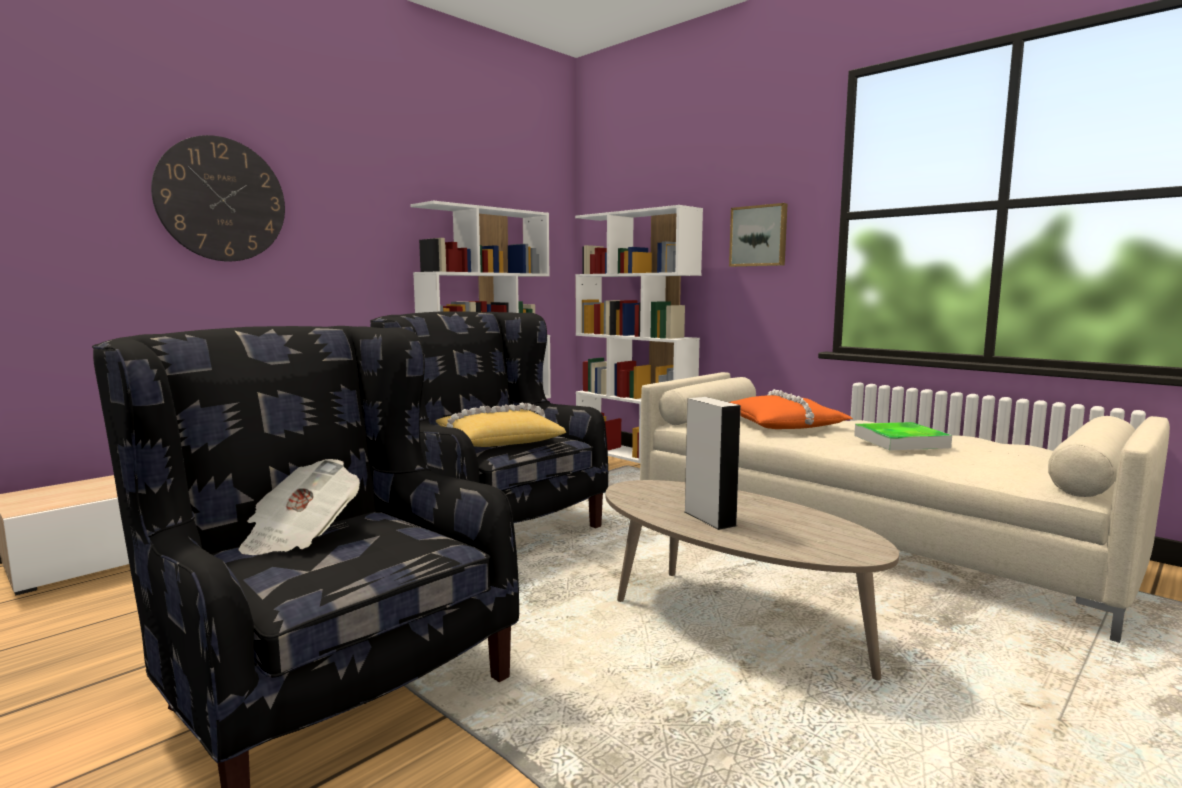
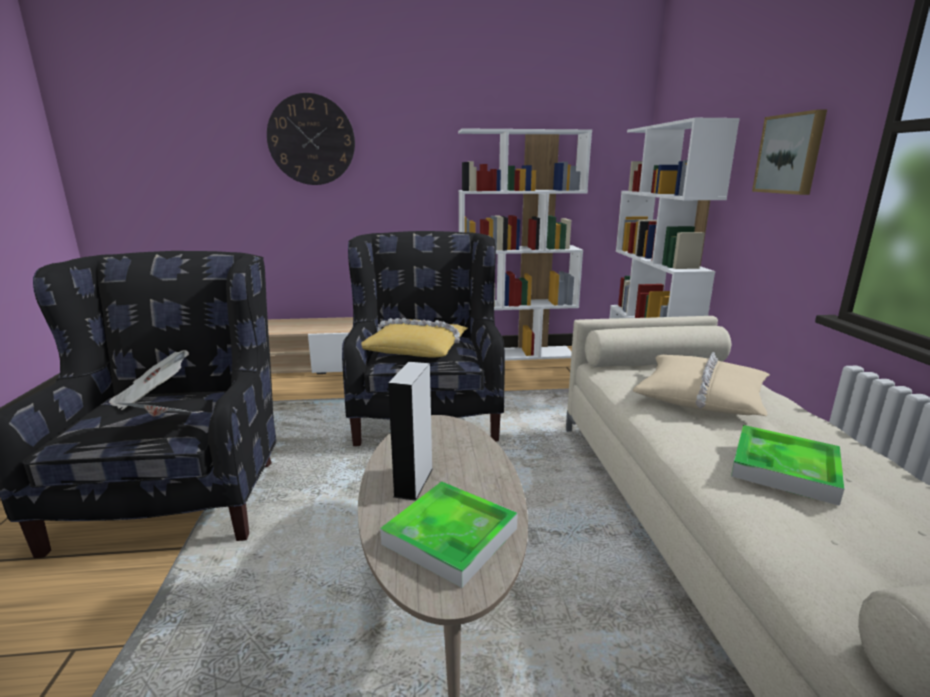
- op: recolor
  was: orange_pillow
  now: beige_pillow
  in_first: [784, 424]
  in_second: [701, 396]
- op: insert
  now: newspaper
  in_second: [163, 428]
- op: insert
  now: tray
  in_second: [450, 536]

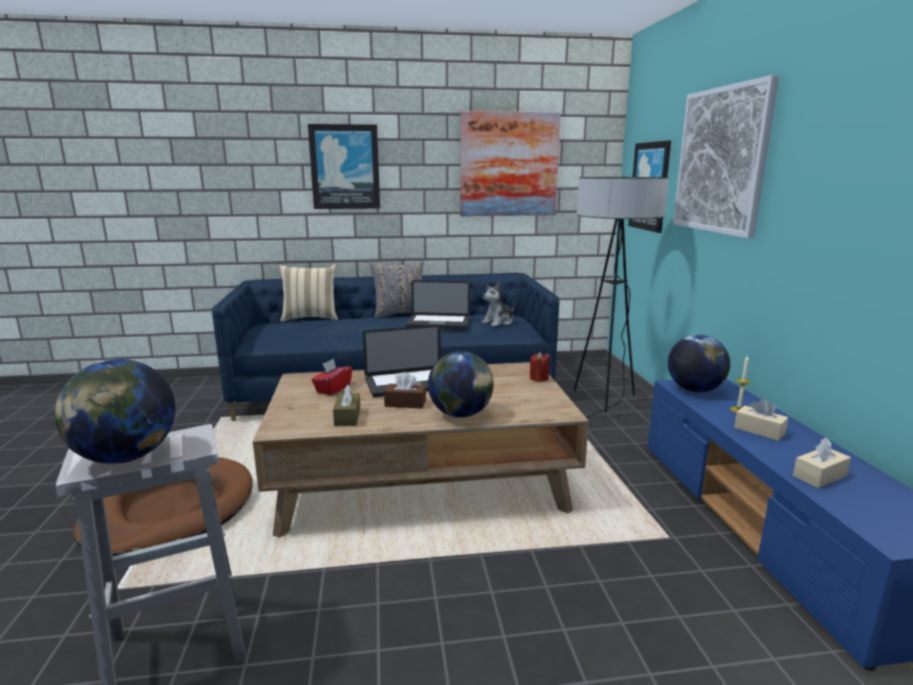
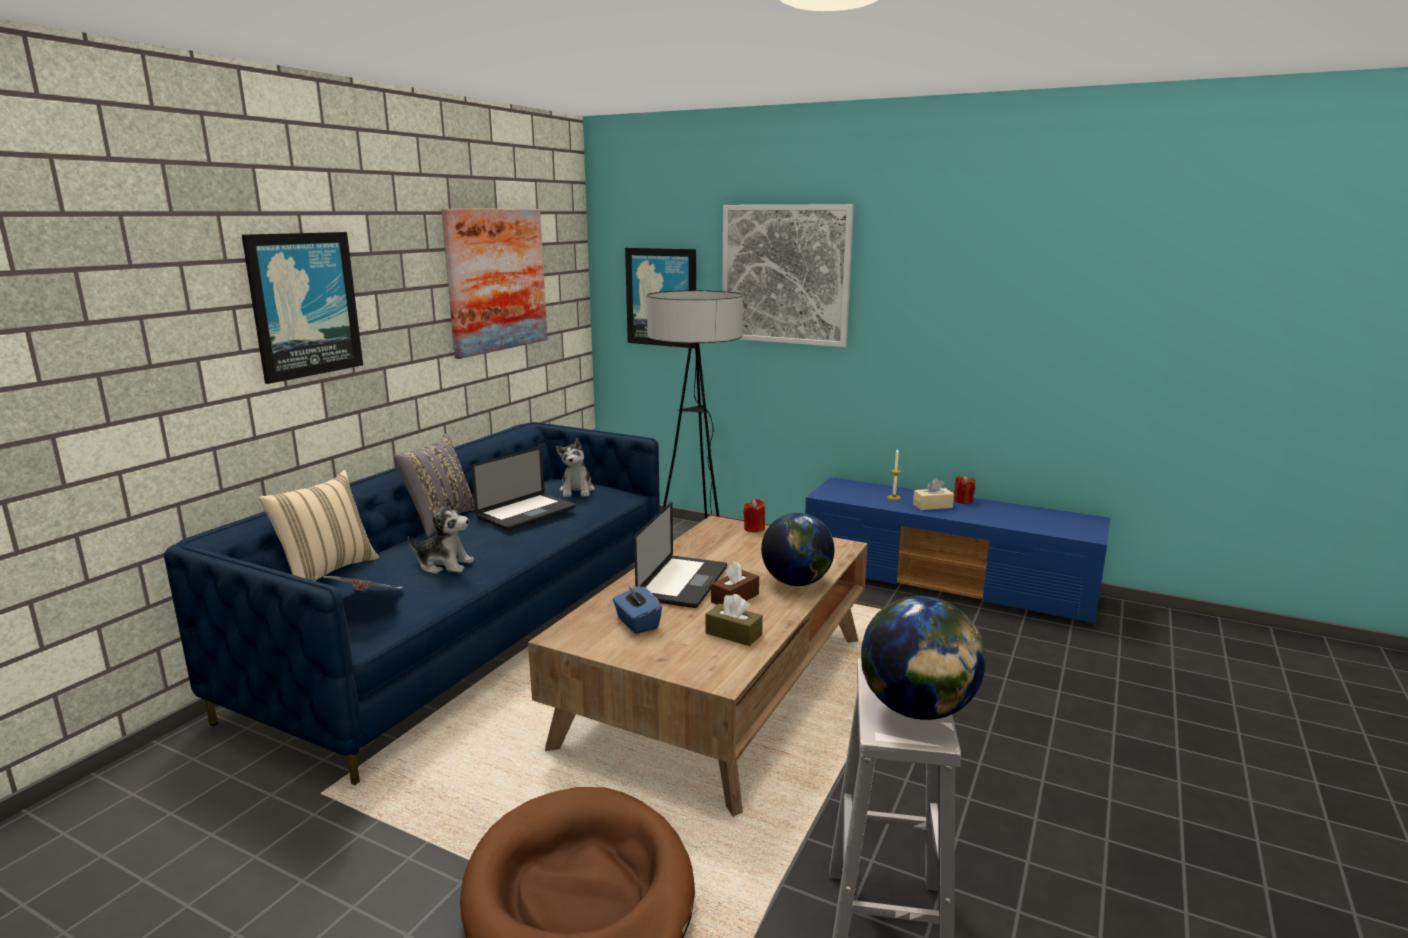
- op: delete
  was: globe
  in_first: [694, 390]
- op: recolor
  was: red_tissue_box
  now: blue_tissue_box
  in_first: [333, 389]
  in_second: [637, 623]
- op: delete
  was: beige_tissue_box
  in_first: [819, 476]
- op: insert
  now: red_candle
  in_second: [963, 501]
- op: insert
  now: plush_toy
  in_second: [444, 565]
- op: insert
  now: newspaper
  in_second: [365, 603]

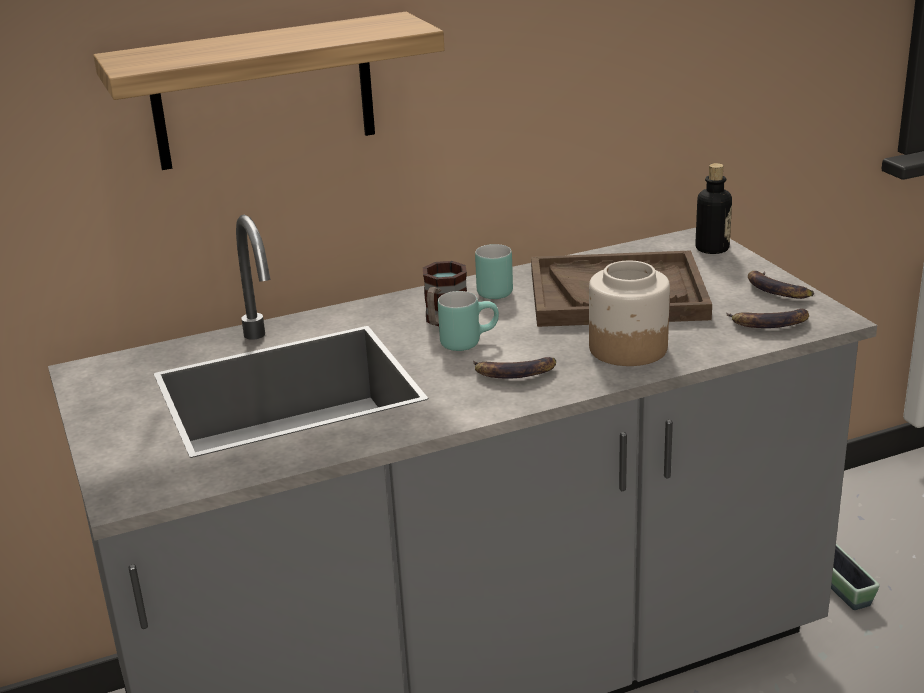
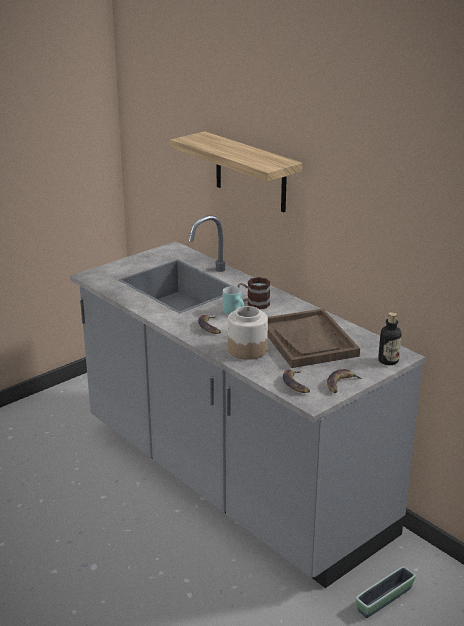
- op: delete
  was: turquoise_mug
  in_first: [494, 289]

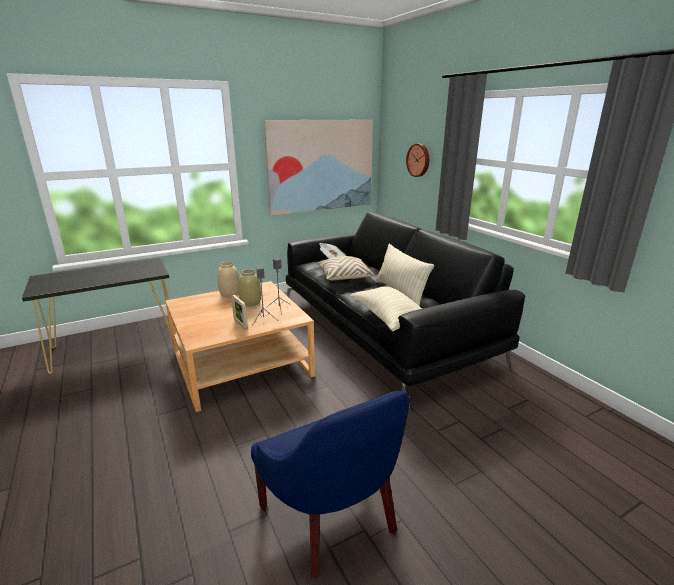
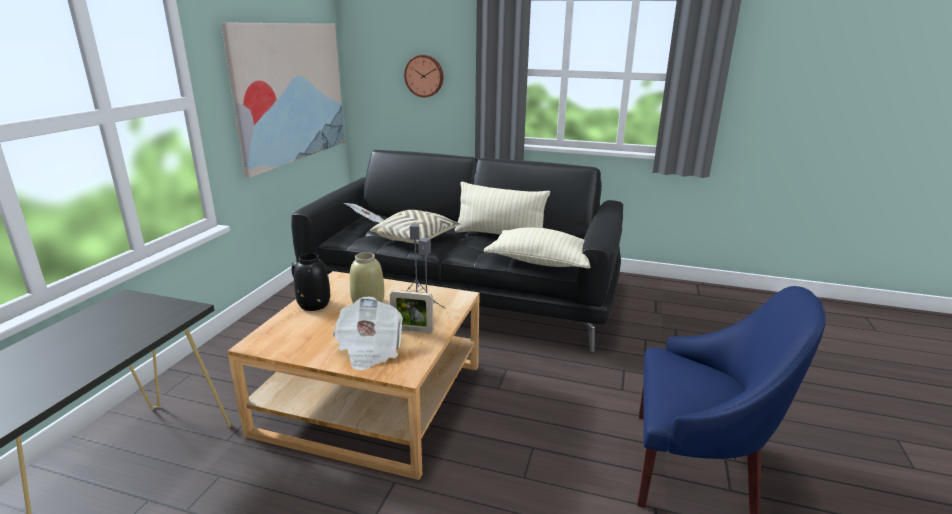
- op: recolor
  was: beige_vase
  now: black_vase
  in_first: [230, 294]
  in_second: [314, 304]
- op: insert
  now: newspaper
  in_second: [369, 349]

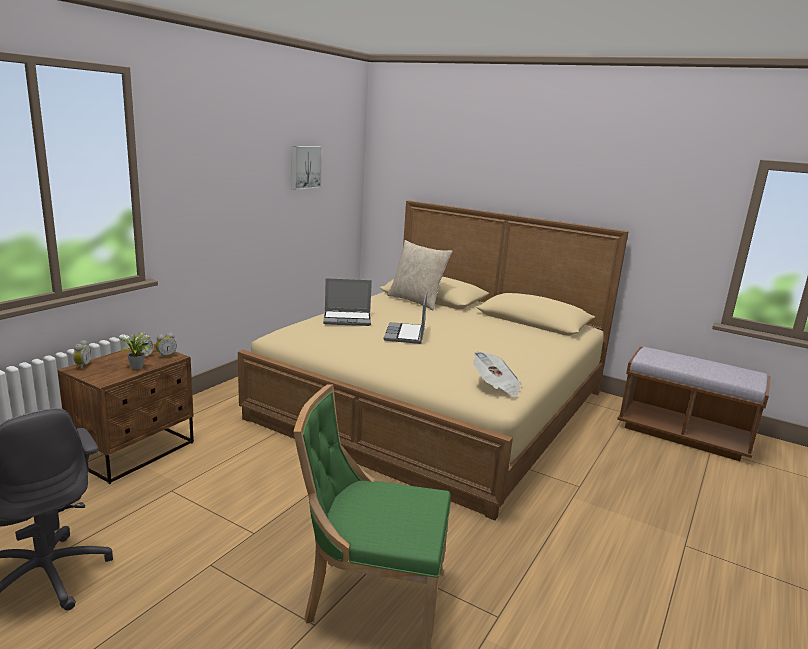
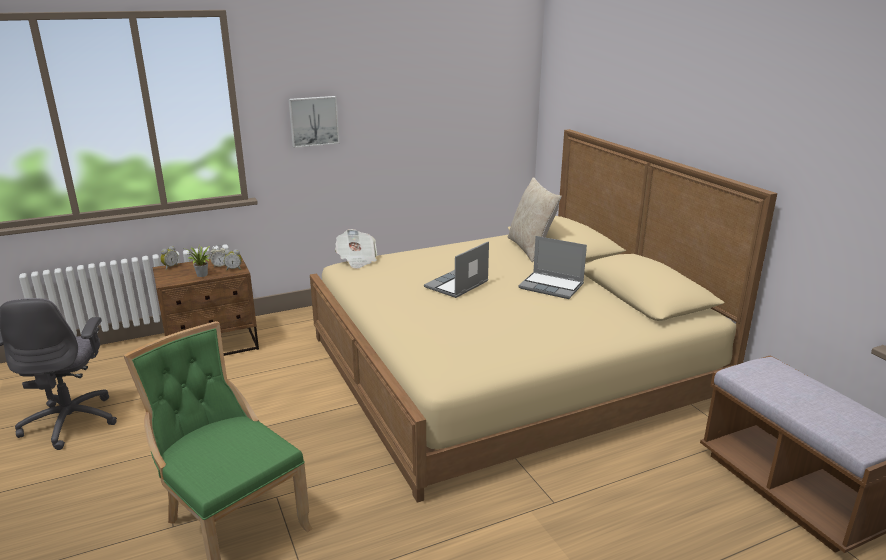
- op: move
  was: picture
  in_first: [305, 167]
  in_second: [313, 121]
- op: move
  was: laptop
  in_first: [348, 319]
  in_second: [552, 286]
- op: move
  was: newspaper
  in_first: [496, 387]
  in_second: [357, 260]

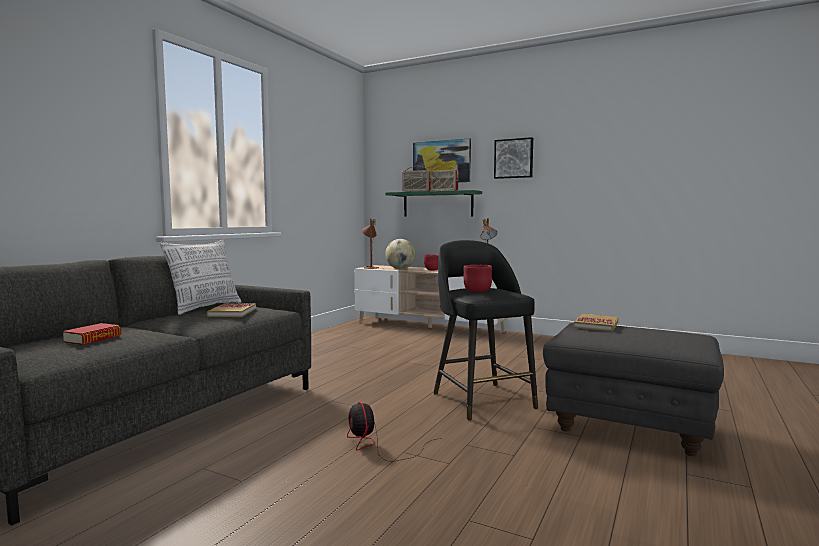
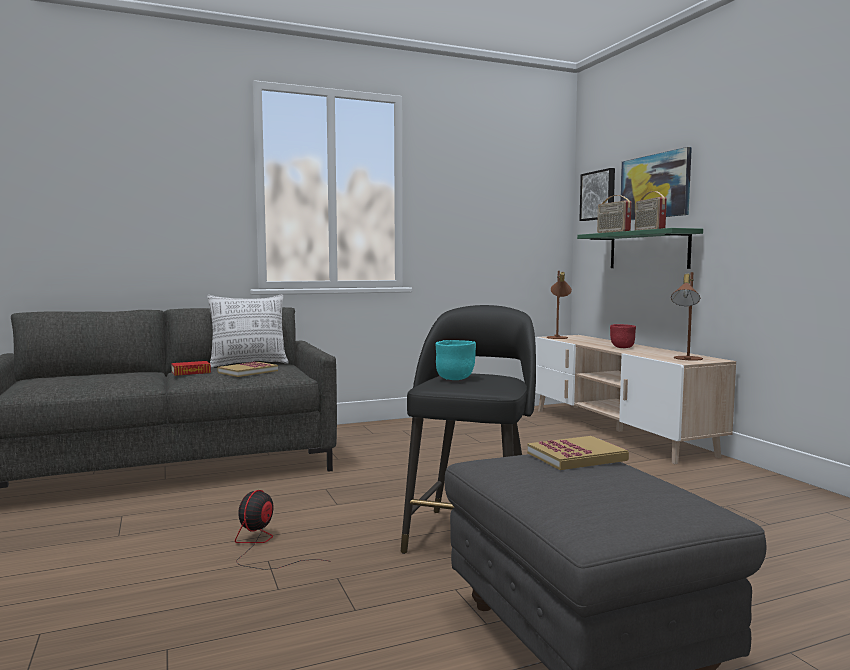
- op: move
  was: picture
  in_first: [514, 158]
  in_second: [598, 195]
- op: delete
  was: globe
  in_first: [400, 269]
- op: recolor
  was: red_bowl
  now: turquoise_bowl
  in_first: [477, 291]
  in_second: [455, 378]
- op: move
  was: book
  in_first: [93, 339]
  in_second: [191, 372]

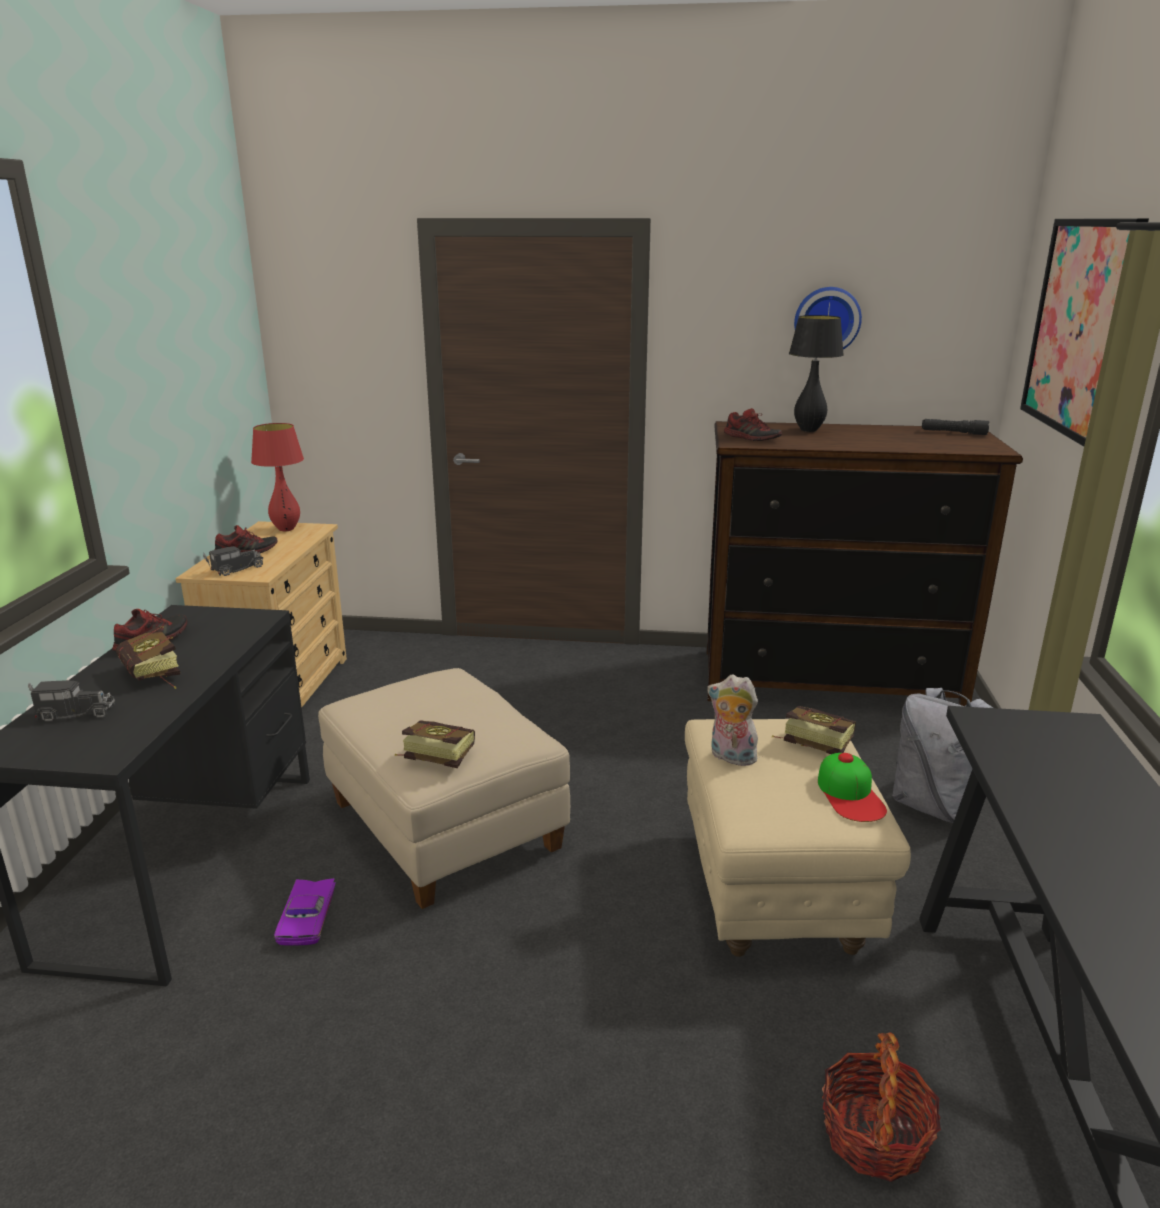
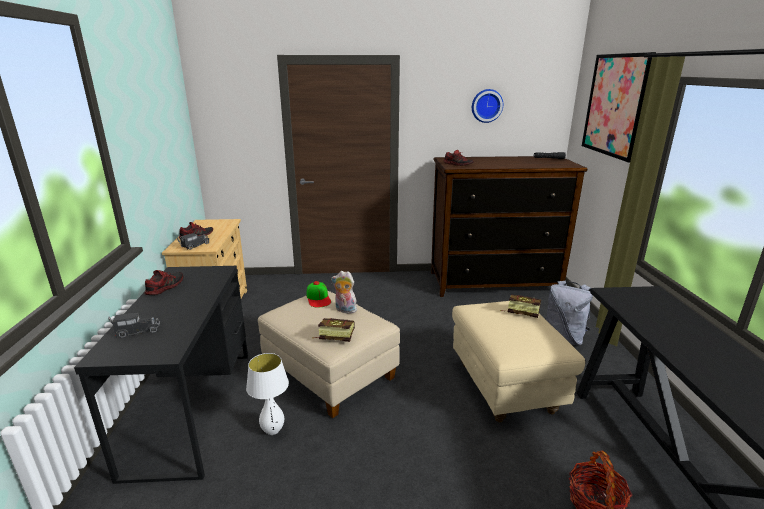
- op: delete
  was: black_table_lamp
  in_first: [809, 430]
- op: delete
  was: red_table_lamp
  in_first: [286, 529]
- op: delete
  was: book
  in_first: [153, 677]
- op: move
  was: plush_toy
  in_first: [730, 757]
  in_second: [344, 310]
- op: move
  was: cap
  in_first: [850, 794]
  in_second: [318, 298]
- op: replace
  was: purple_toy_car
  now: white_table_lamp
  in_first: [310, 918]
  in_second: [273, 431]

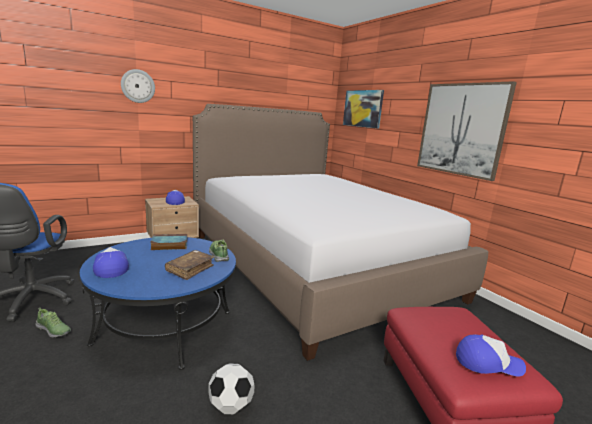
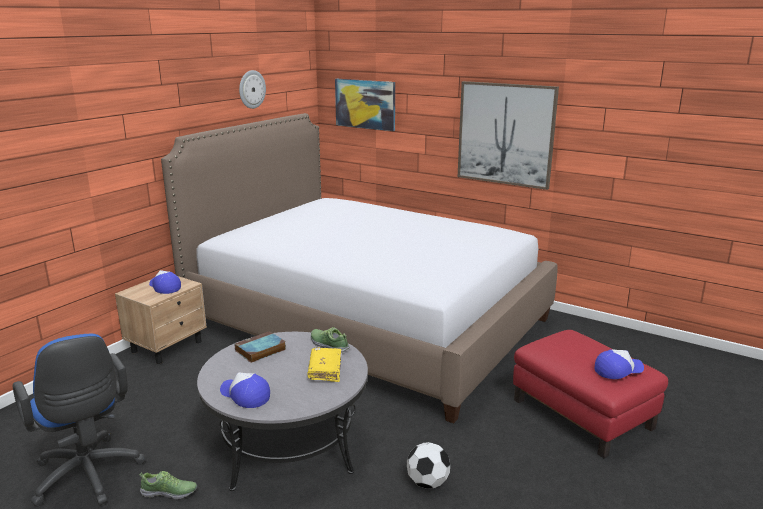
- op: move
  was: wall_clock
  in_first: [138, 86]
  in_second: [251, 89]
- op: recolor
  was: blue_coffee_table
  now: grey_coffee_table
  in_first: [165, 327]
  in_second: [288, 444]
- op: recolor
  was: brown_book
  now: yellow_book
  in_first: [190, 269]
  in_second: [325, 370]

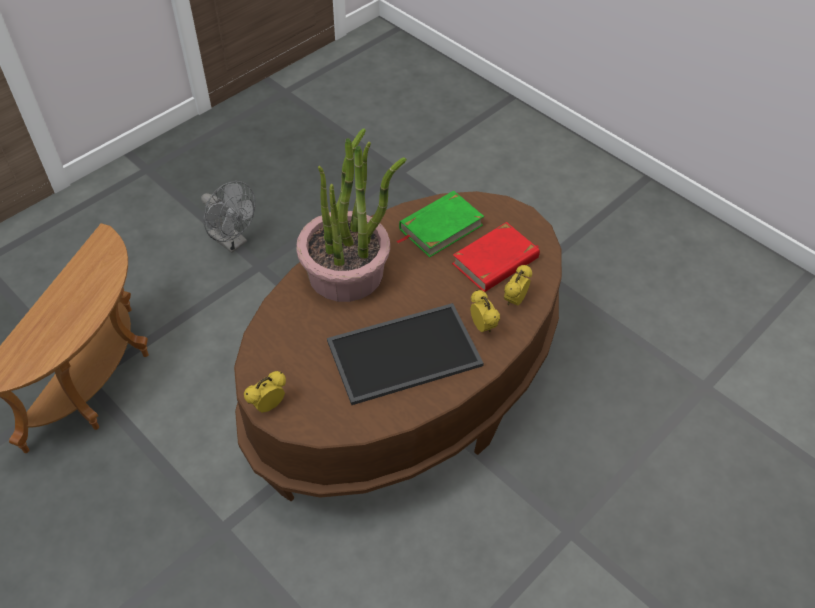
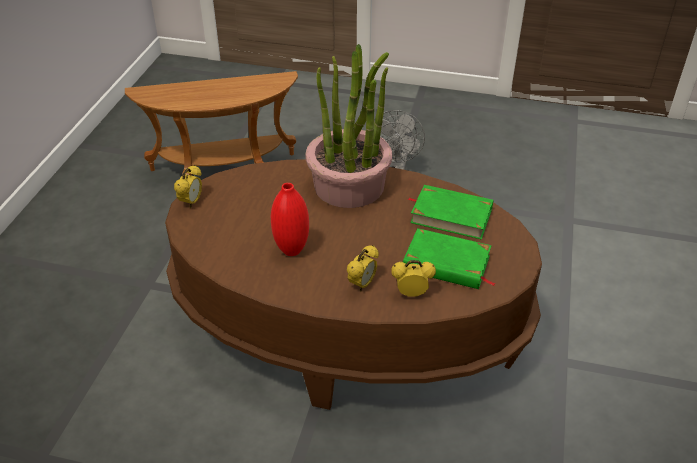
- op: recolor
  was: red_book
  now: green_book
  in_first: [496, 261]
  in_second: [446, 264]
- op: replace
  was: tray
  now: red_vase
  in_first: [403, 355]
  in_second: [291, 250]
- op: rotate
  was: alarm_clock
  in_first: [268, 405]
  in_second: [191, 202]
  clockwise: 90

